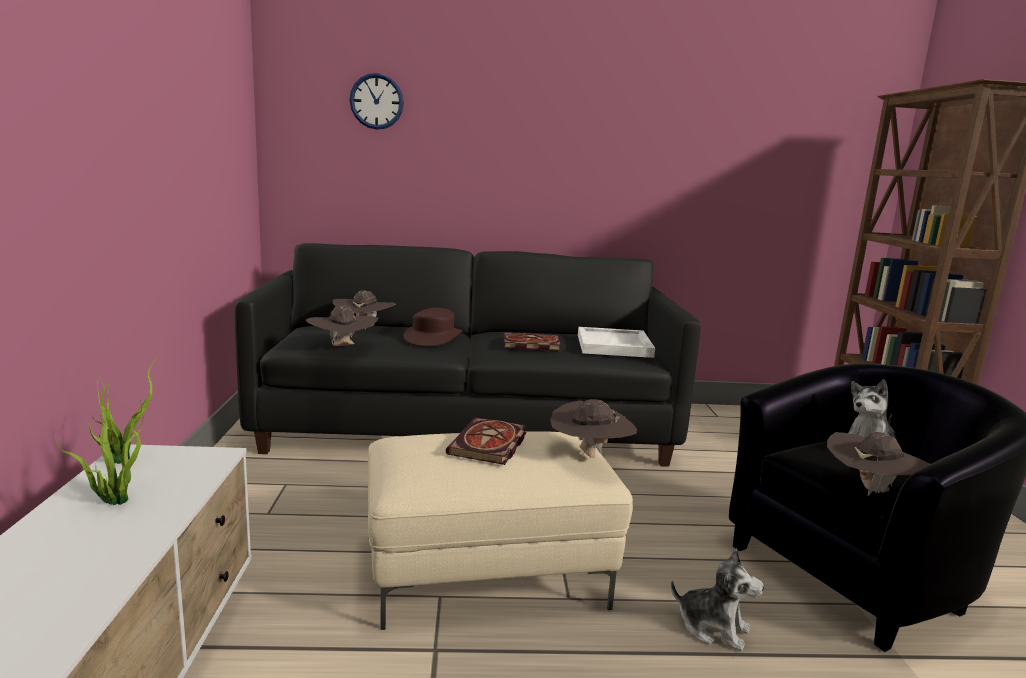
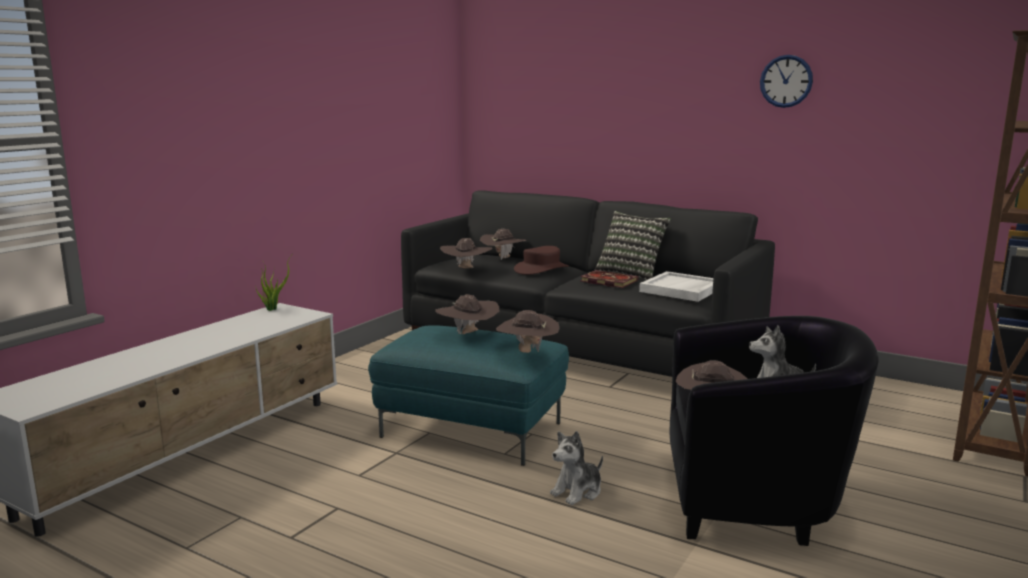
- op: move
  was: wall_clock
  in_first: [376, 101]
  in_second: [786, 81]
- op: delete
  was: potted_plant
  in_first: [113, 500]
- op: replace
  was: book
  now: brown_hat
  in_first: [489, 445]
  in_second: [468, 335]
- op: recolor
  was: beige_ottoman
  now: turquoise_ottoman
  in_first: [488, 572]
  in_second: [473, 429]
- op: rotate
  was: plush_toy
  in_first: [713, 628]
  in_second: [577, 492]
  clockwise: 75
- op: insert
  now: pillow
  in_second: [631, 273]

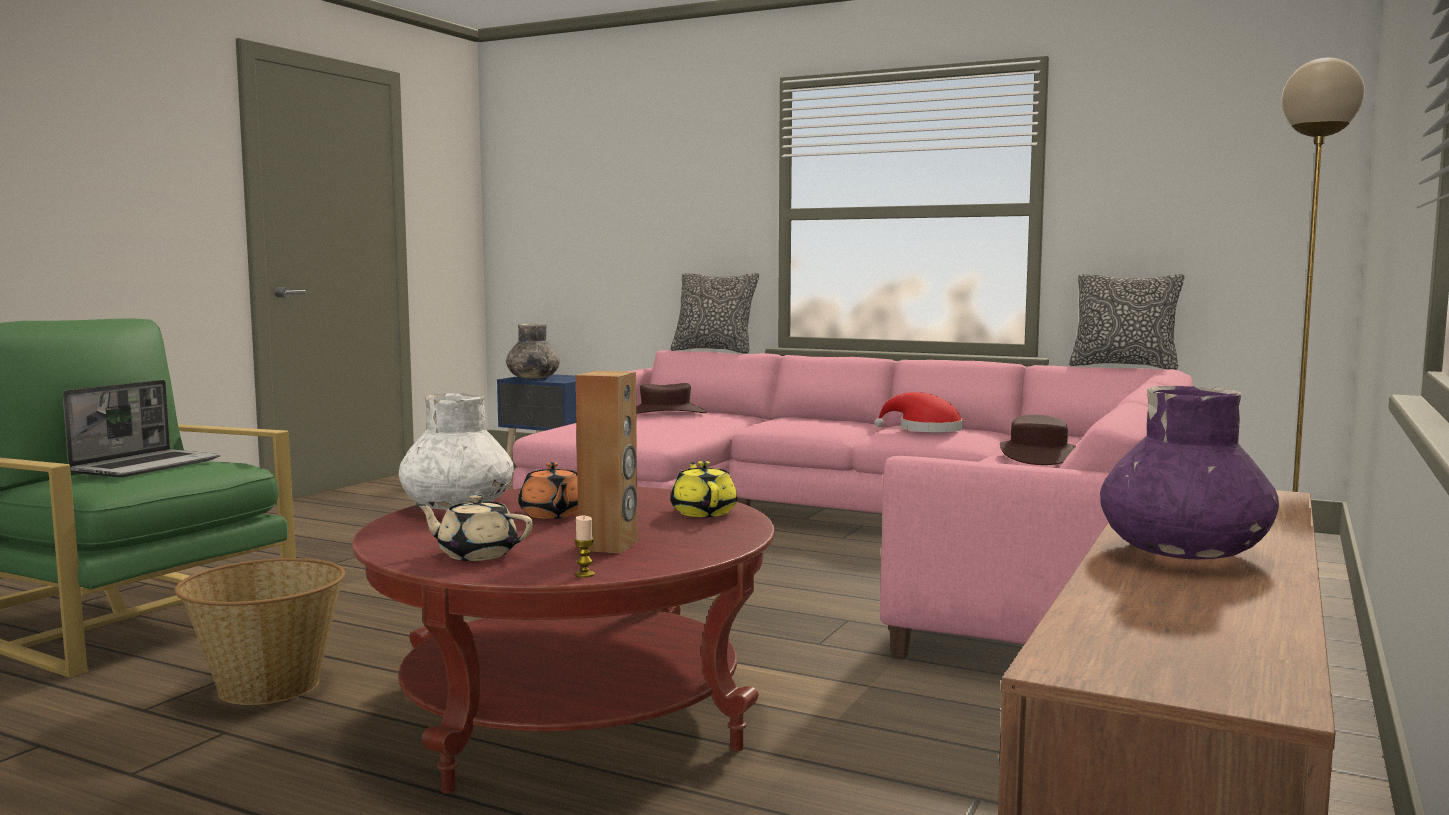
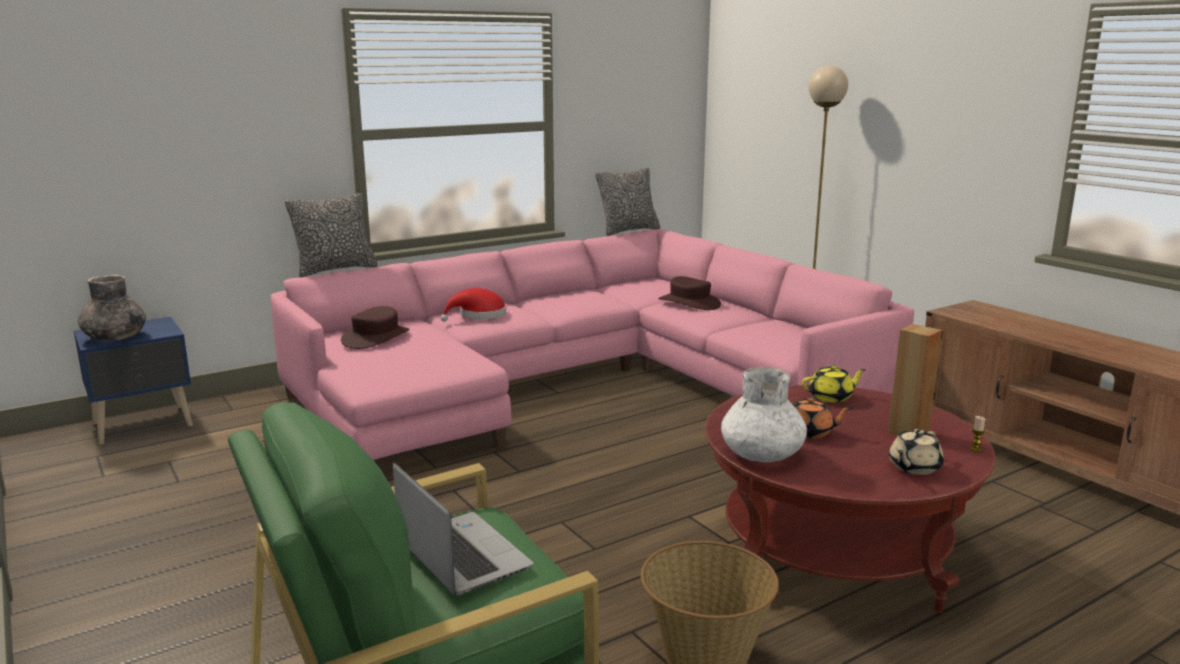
- op: delete
  was: purple_vase
  in_first: [1184, 554]
- op: move
  was: red_hat
  in_first: [925, 430]
  in_second: [479, 315]
- op: rotate
  was: yellow_teapot
  in_first: [703, 512]
  in_second: [831, 397]
  clockwise: 150

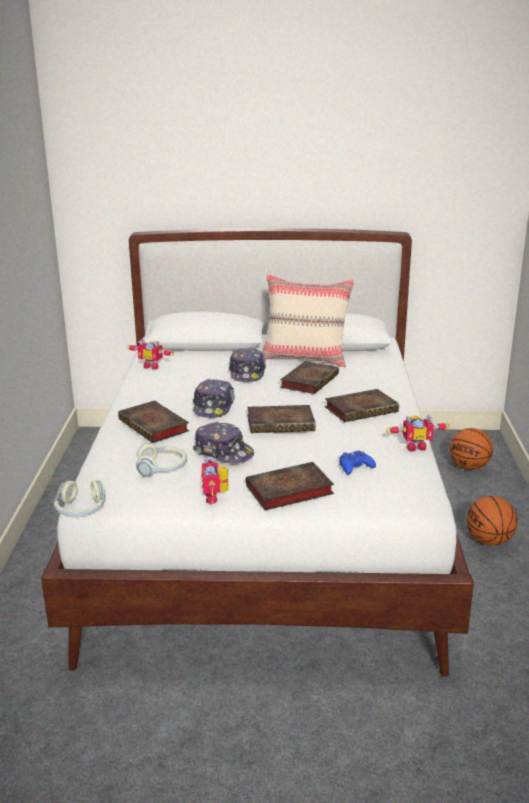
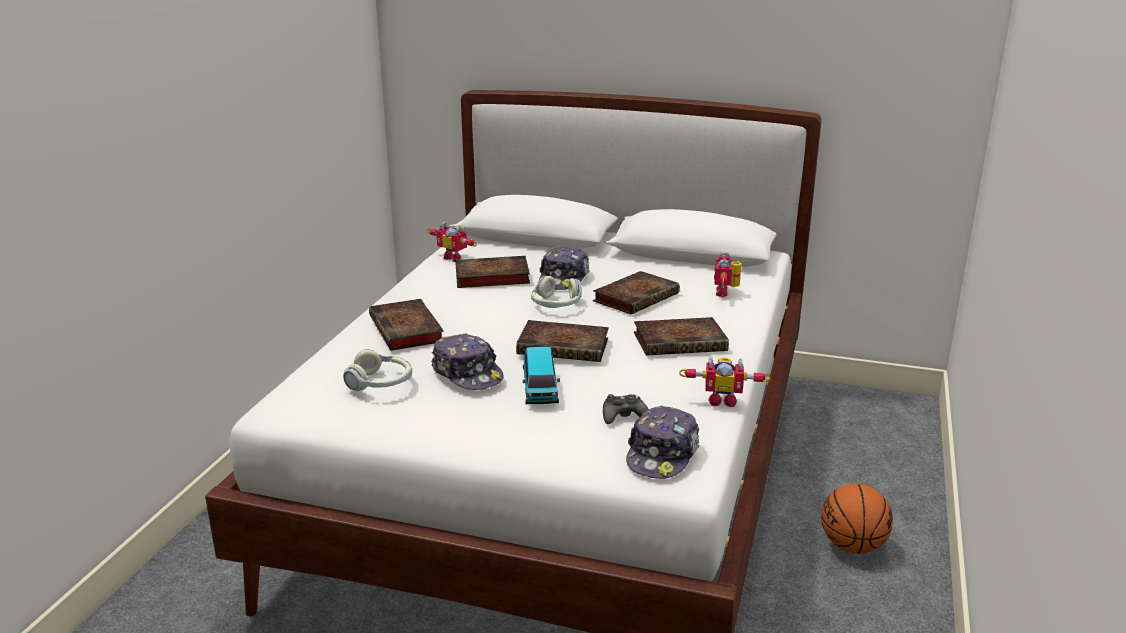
- op: delete
  was: beige_pillow
  in_first: [305, 358]
- op: move
  was: cap
  in_first: [214, 407]
  in_second: [662, 455]
- op: delete
  was: basketball
  in_first: [469, 467]
- op: recolor
  was: blue_game_controller
  now: black_game_controller
  in_first: [355, 467]
  in_second: [624, 416]
- op: move
  was: toy_robot
  in_first: [215, 497]
  in_second: [726, 292]
- op: move
  was: book
  in_first: [287, 491]
  in_second: [490, 277]
- op: move
  was: headphones
  in_first: [81, 509]
  in_second: [556, 305]
- op: insert
  now: toy_car
  in_second: [540, 390]

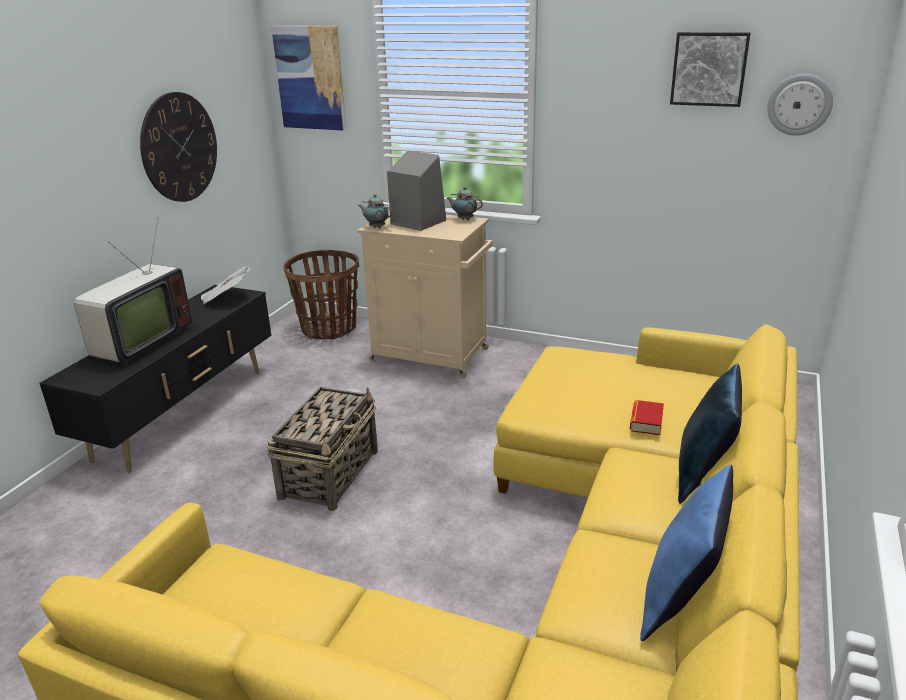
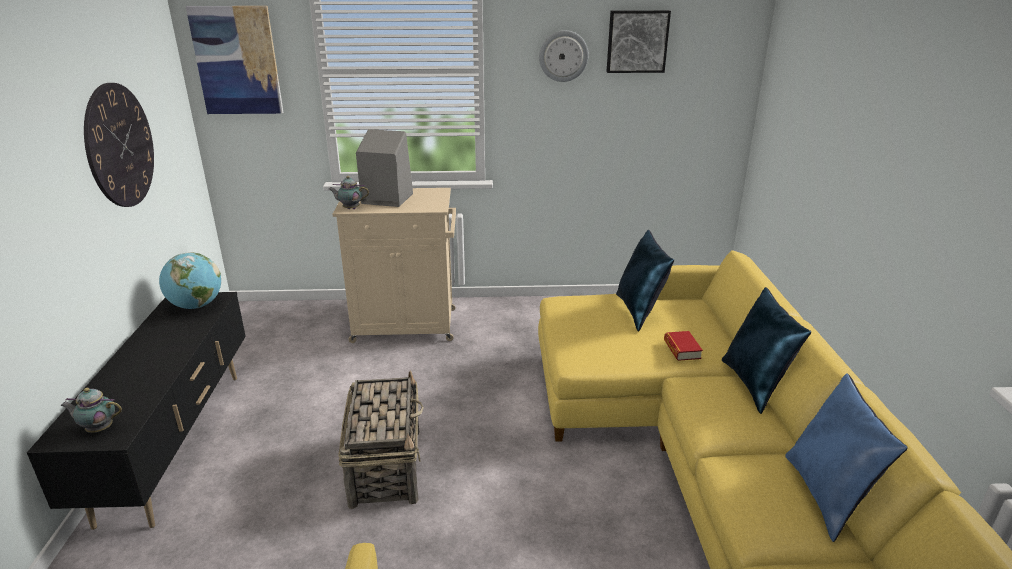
- op: move
  was: wall_clock
  in_first: [799, 104]
  in_second: [563, 56]
- op: move
  was: teapot
  in_first: [464, 219]
  in_second: [98, 429]
- op: delete
  was: television
  in_first: [138, 344]
- op: delete
  was: basket
  in_first: [329, 329]
- op: replace
  was: newspaper
  now: globe
  in_first: [226, 298]
  in_second: [196, 306]
- op: insert
  now: blue_pillow
  in_second: [640, 311]

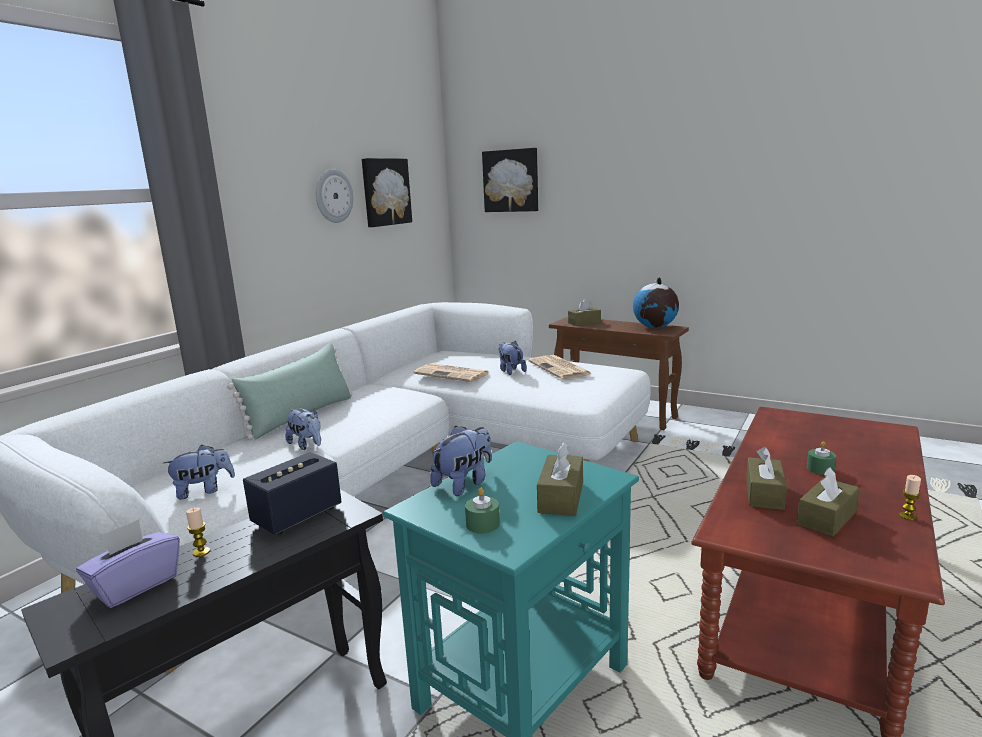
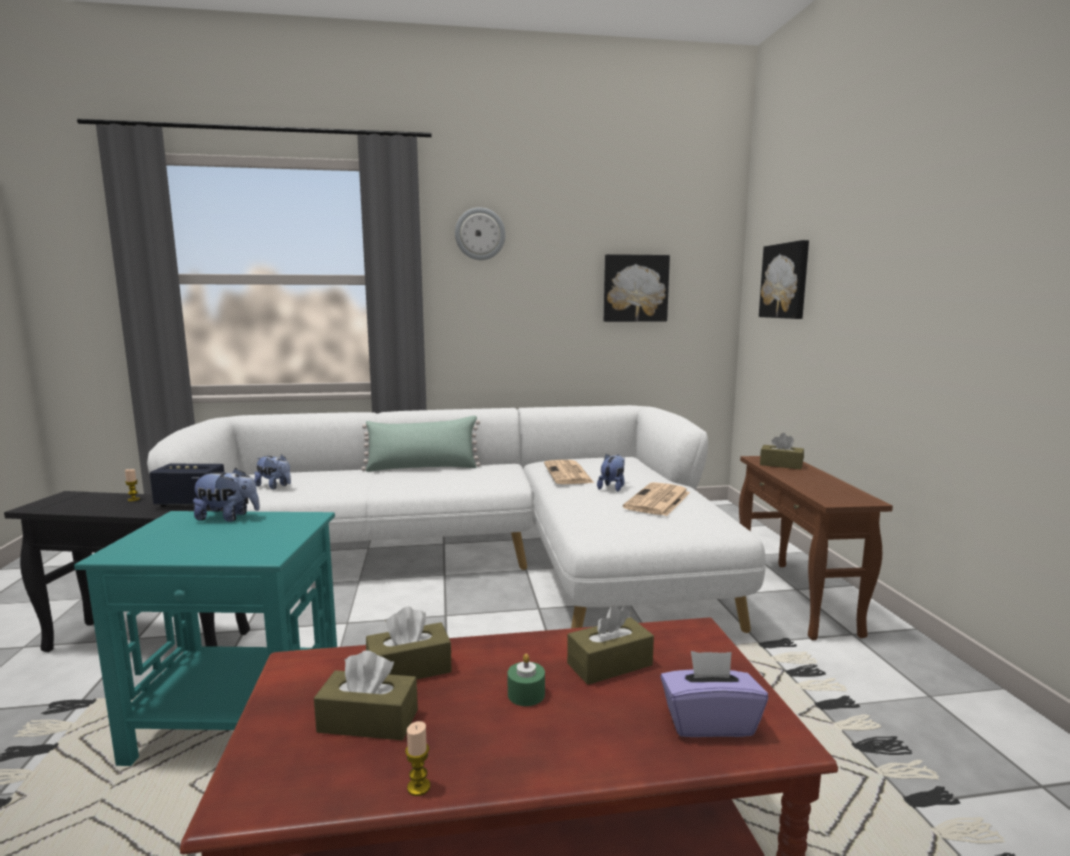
- op: move
  was: wall_clock
  in_first: [333, 196]
  in_second: [480, 234]
- op: delete
  was: globe
  in_first: [655, 327]
- op: delete
  was: plush_toy
  in_first: [307, 445]
- op: move
  was: brown_tissue_box
  in_first: [561, 497]
  in_second: [609, 664]
- op: delete
  was: green_candle
  in_first: [482, 524]
- op: move
  was: purple_tissue_box
  in_first: [135, 585]
  in_second: [709, 722]

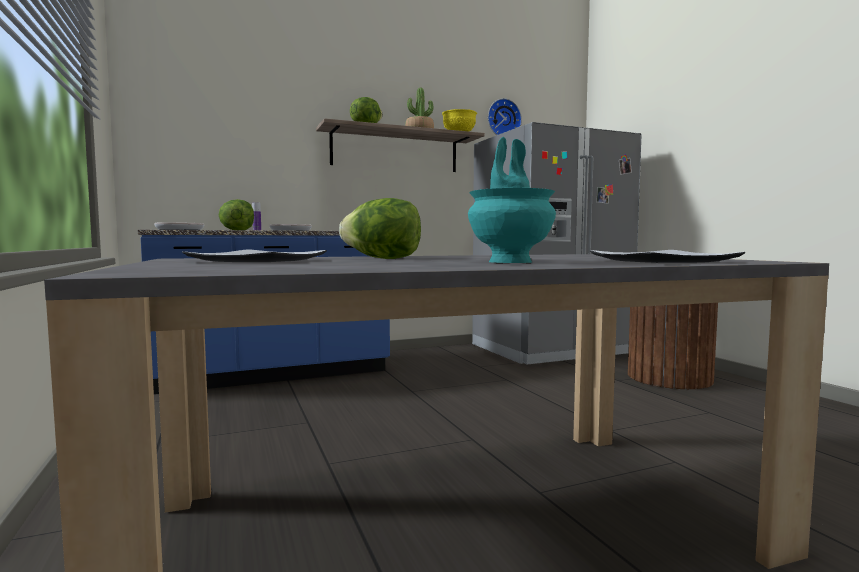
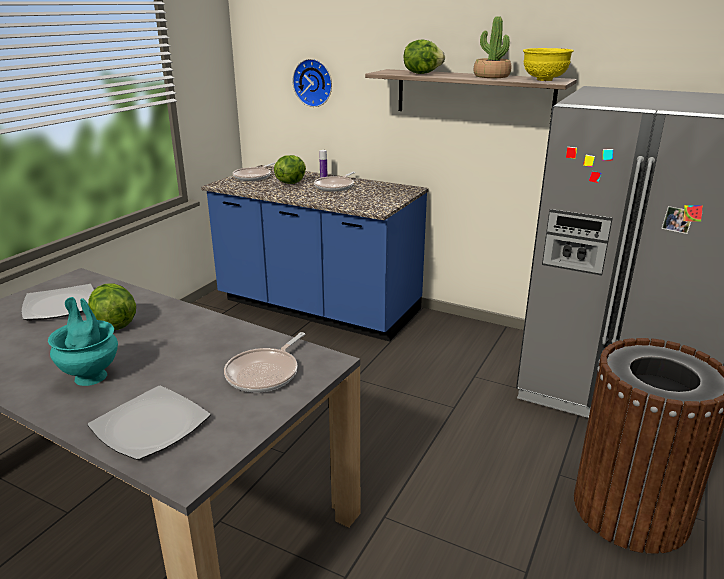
- op: move
  was: wall_clock
  in_first: [503, 119]
  in_second: [314, 82]
- op: insert
  now: frying_pan
  in_second: [265, 373]

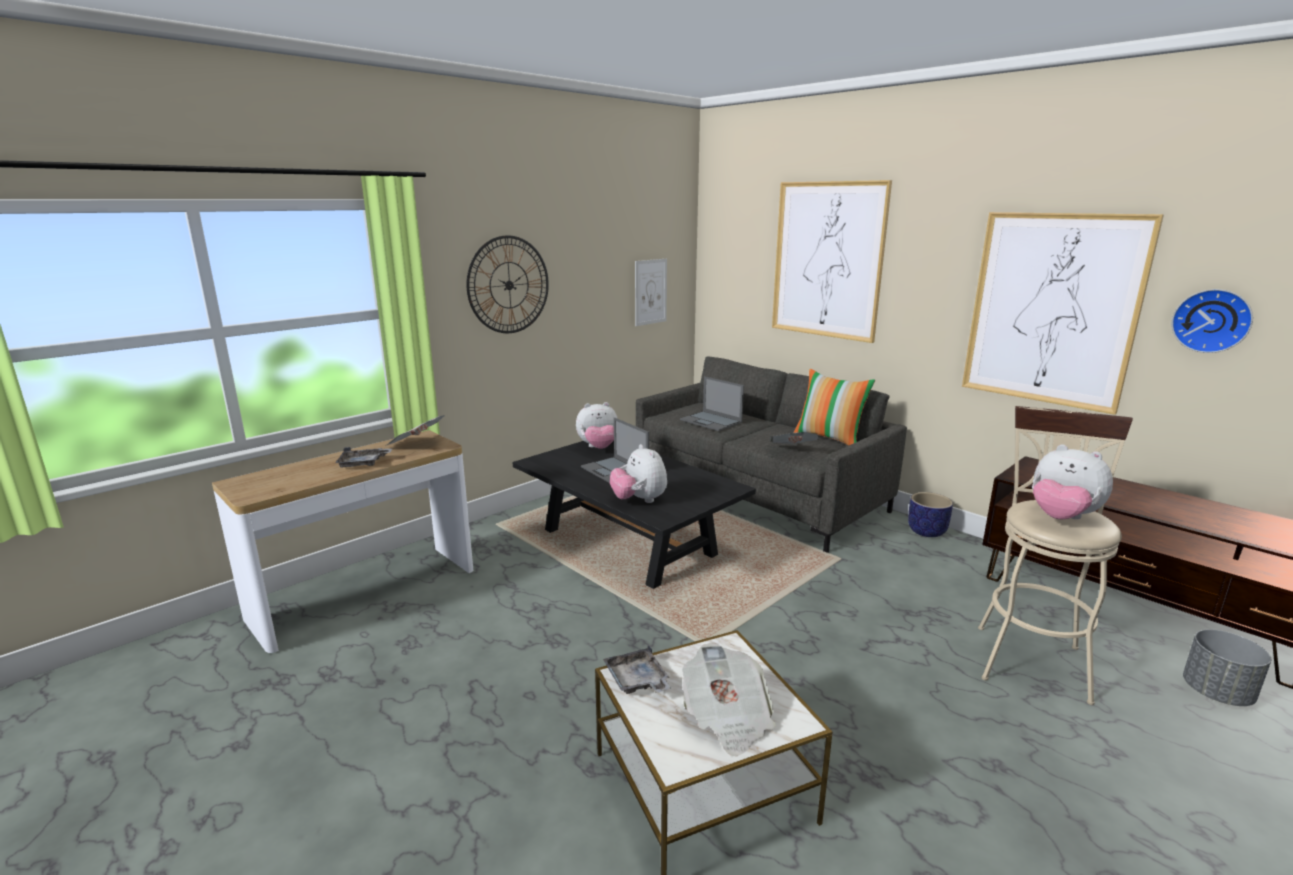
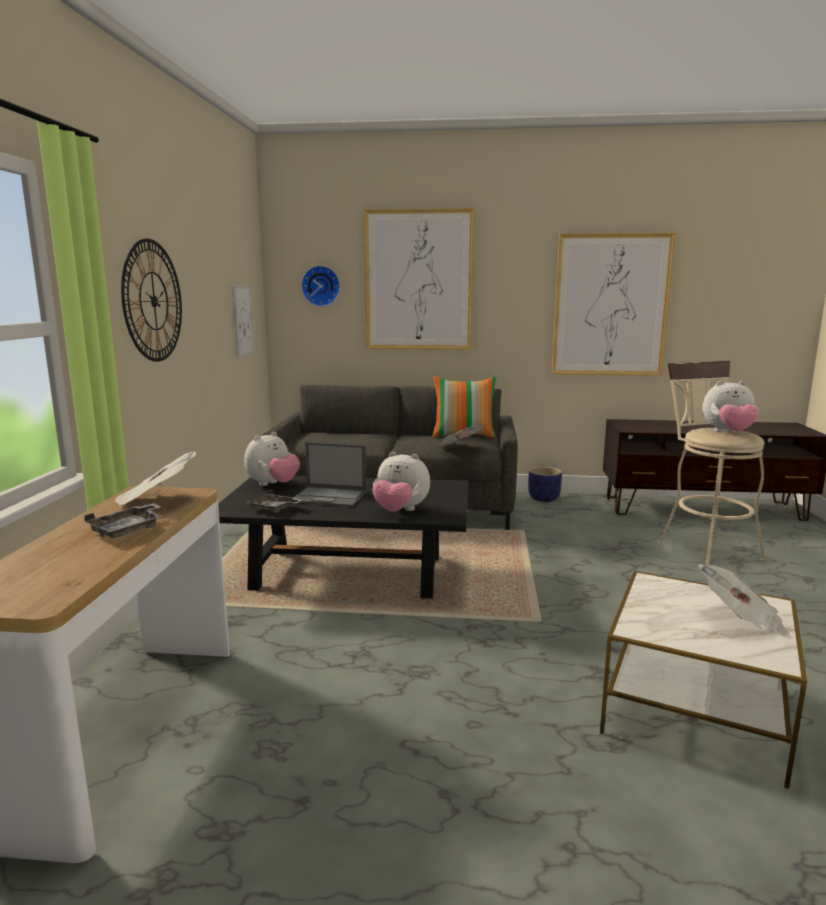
- op: move
  was: wall_clock
  in_first: [1211, 320]
  in_second: [321, 286]
- op: delete
  was: laptop
  in_first: [711, 421]
- op: delete
  was: grey_planter
  in_first: [1217, 693]
- op: move
  was: grey_tray
  in_first: [637, 681]
  in_second: [274, 509]

